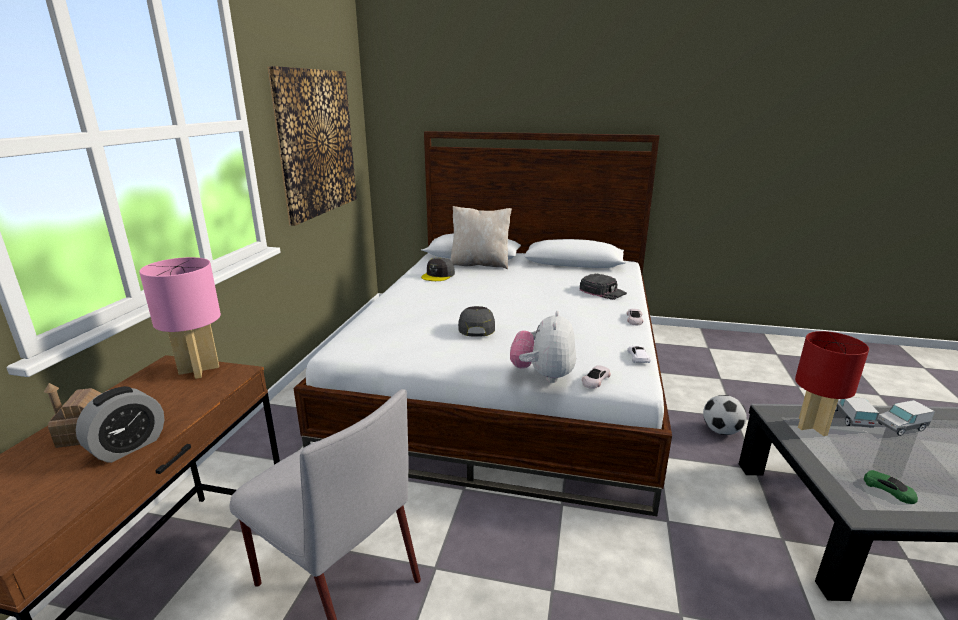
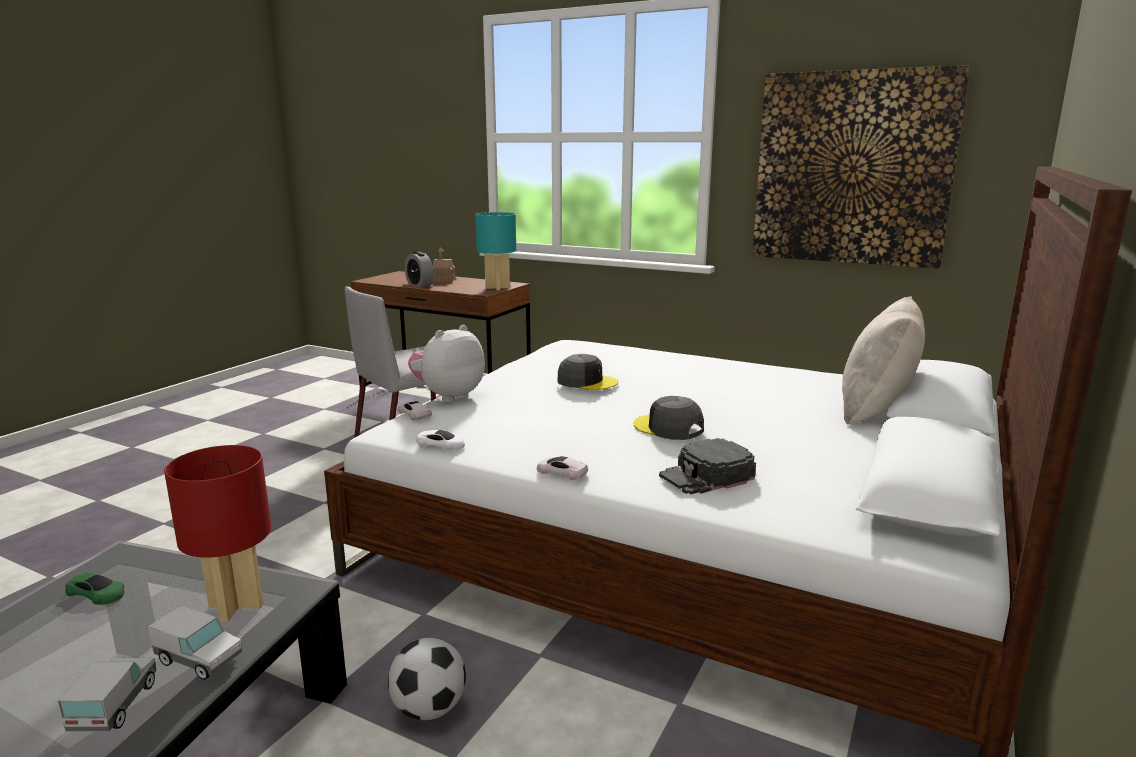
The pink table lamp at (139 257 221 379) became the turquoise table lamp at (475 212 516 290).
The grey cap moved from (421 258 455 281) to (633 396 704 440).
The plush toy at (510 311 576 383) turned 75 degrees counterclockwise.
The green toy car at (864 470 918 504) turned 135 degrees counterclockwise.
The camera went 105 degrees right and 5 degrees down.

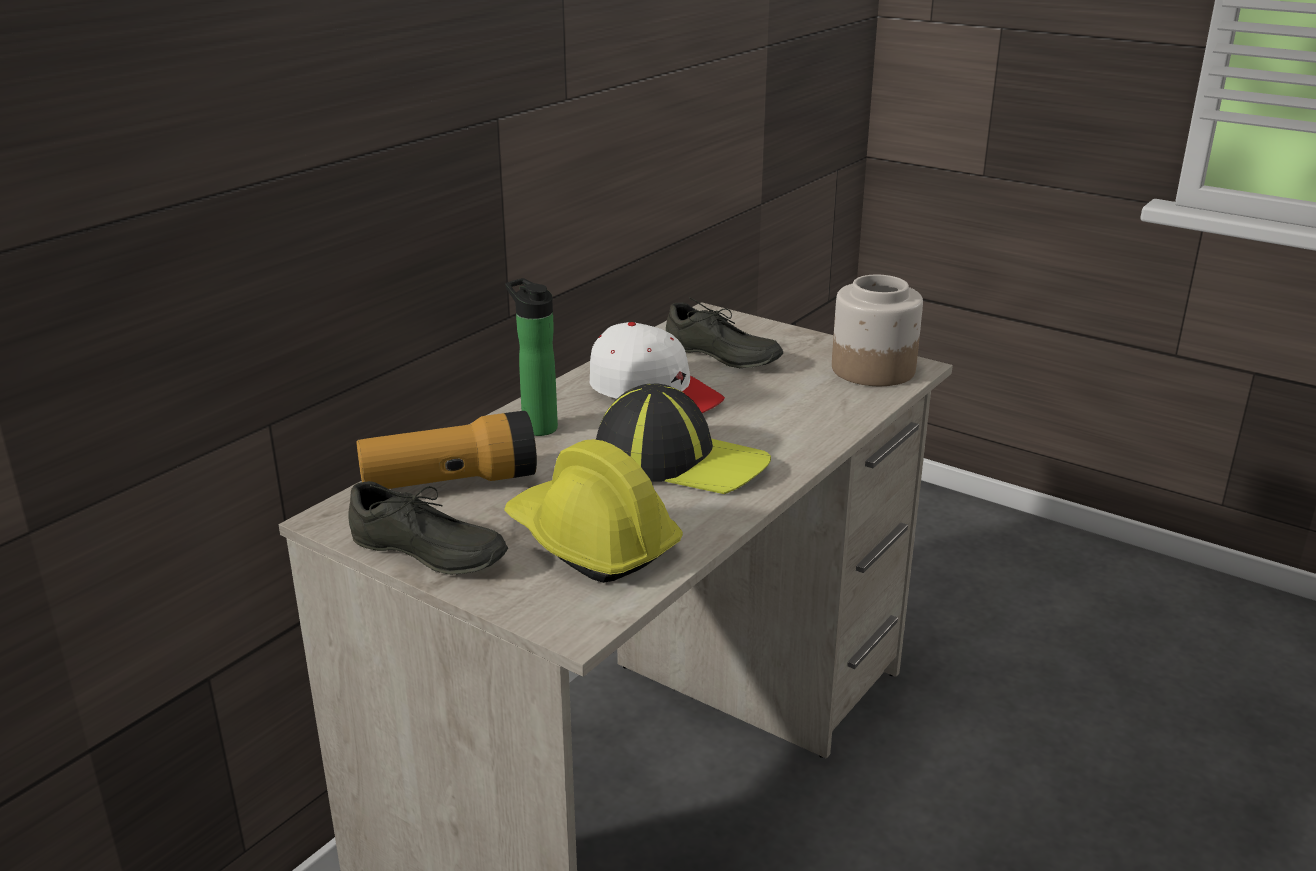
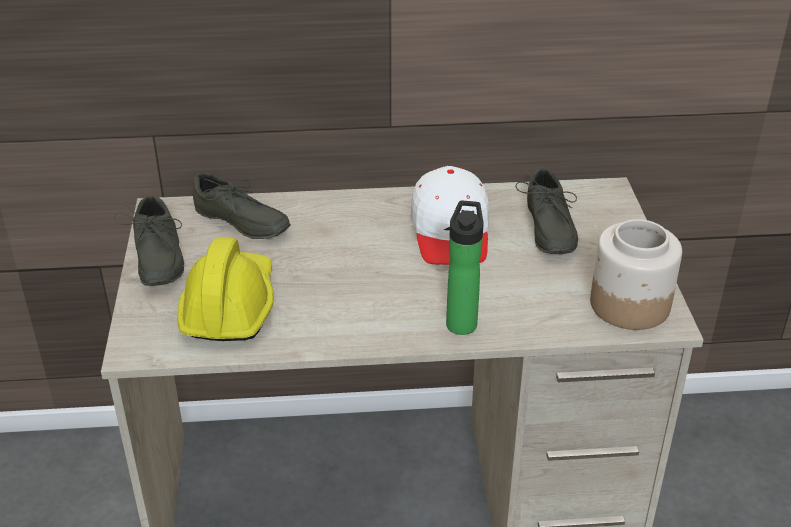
The flashlight at (357 411 537 489) was replaced by the grey shoe at (193 173 291 239).
The bottle moved from (505 278 558 436) to (446 201 484 335).
The cap at (596 383 771 494) disappeared.
The camera went 50 degrees right and 10 degrees up.

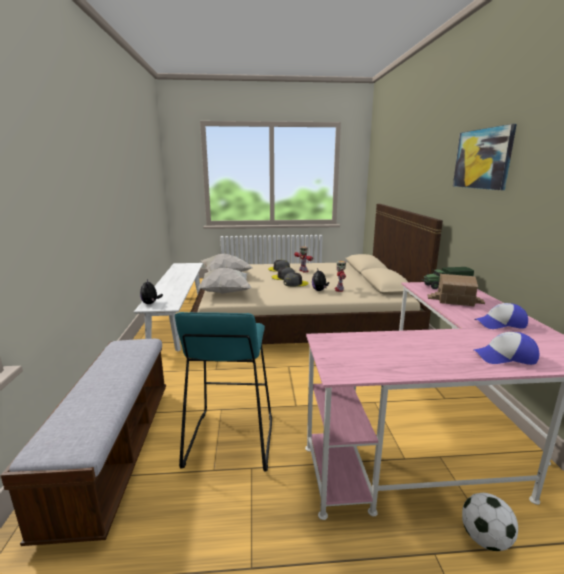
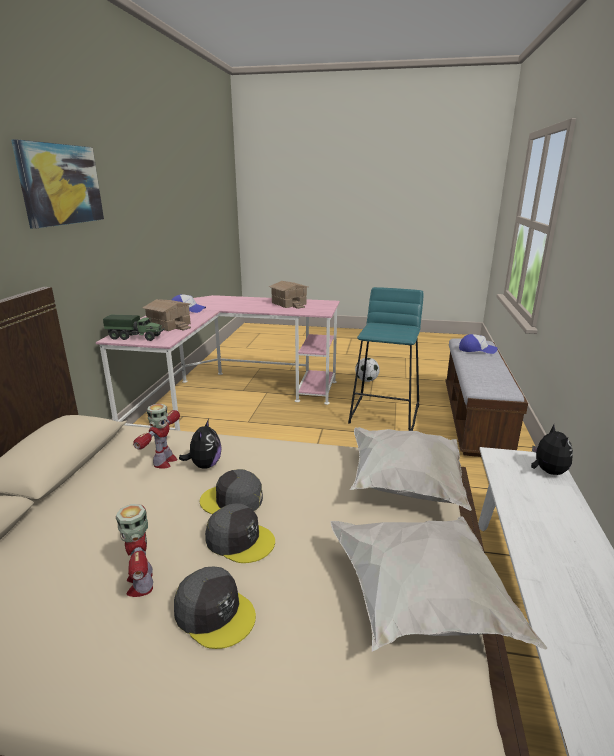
The football moved from (462 493 518 551) to (355 358 380 382).
The cap moved from (474 332 539 365) to (459 334 498 354).
The toy house at (269 281 308 309) appeared.
The camera went 165 degrees left and 5 degrees up.

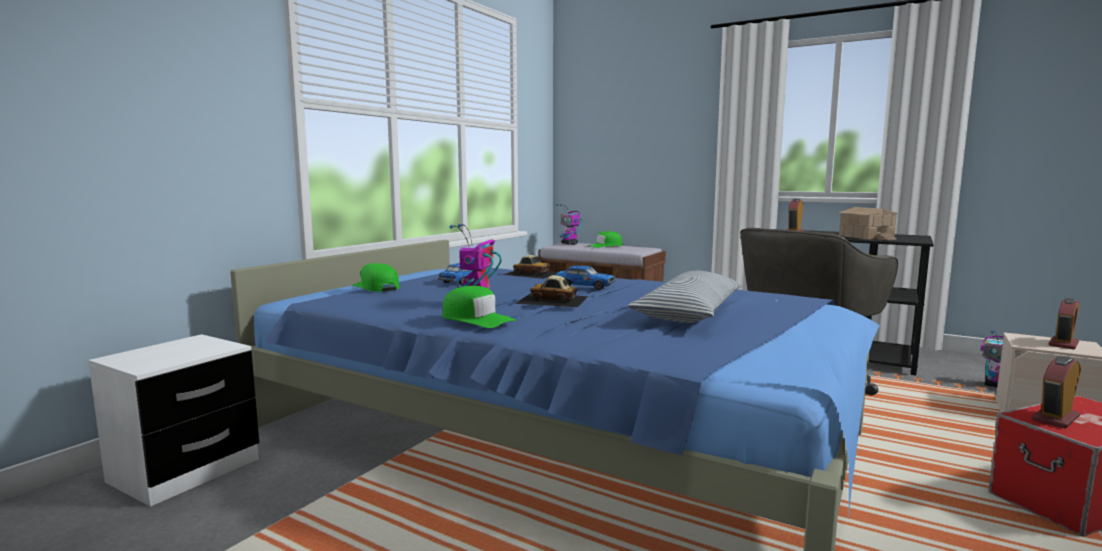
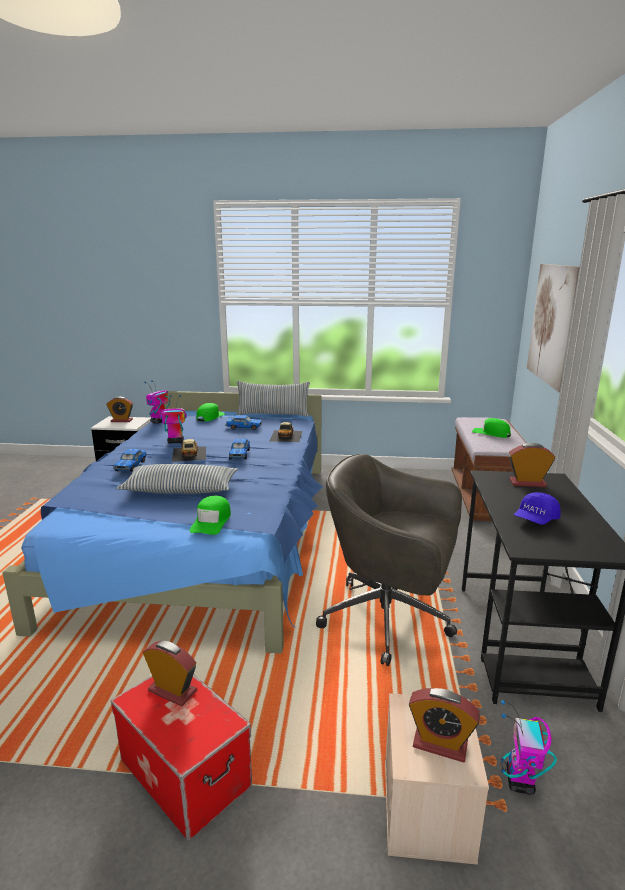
The green cap moved from (442 286 516 328) to (190 496 231 535).
The toy robot moved from (556 204 583 245) to (144 380 170 424).
The toy house at (838 207 899 240) was replaced by the blue cap at (514 492 561 525).
The alarm clock at (106 396 133 422) appeared.
The toy car at (113 449 147 472) appeared.
The pillow at (236 381 310 417) appeared.
The picture at (527 264 580 393) appeared.
The camera went 65 degrees right and 10 degrees up.

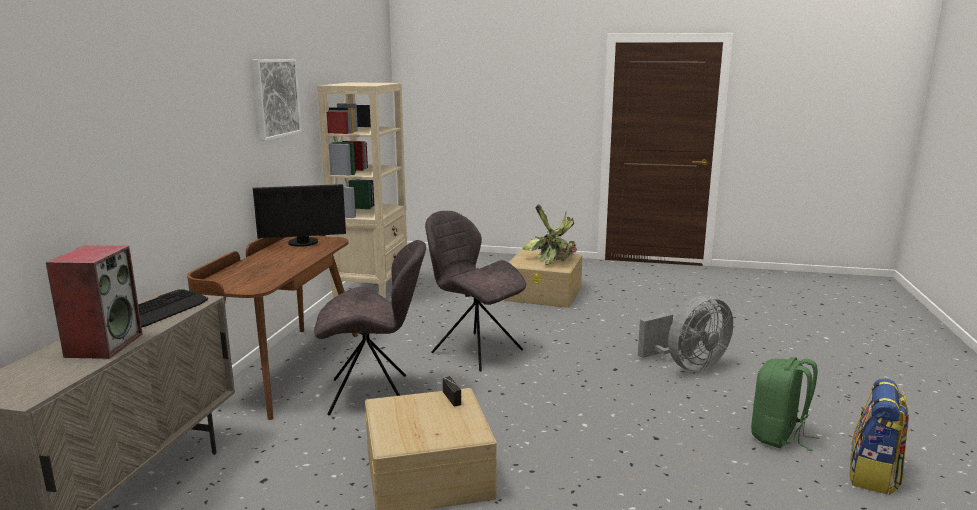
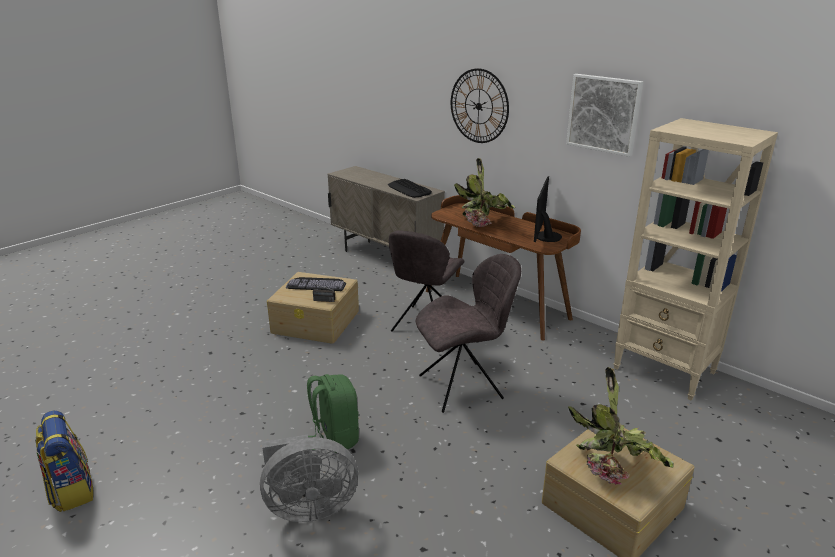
The speaker at (46 245 143 359) disappeared.
The grey fan at (638 295 733 371) turned 105 degrees counterclockwise.
The green backpack moved from (751 357 819 451) to (307 374 359 453).
The keyboard at (286 277 346 291) appeared.
The wall clock at (451 68 509 143) appeared.
The potted plant at (454 158 515 227) appeared.
The camera went 120 degrees right and 10 degrees up.

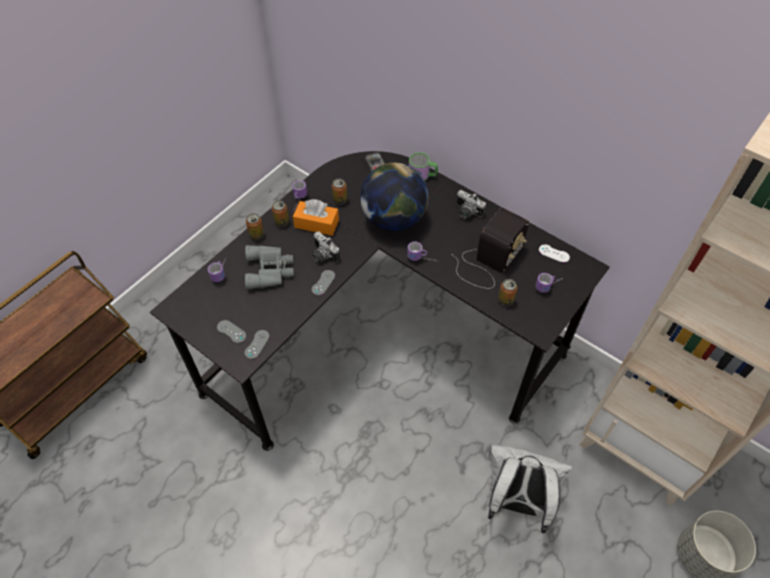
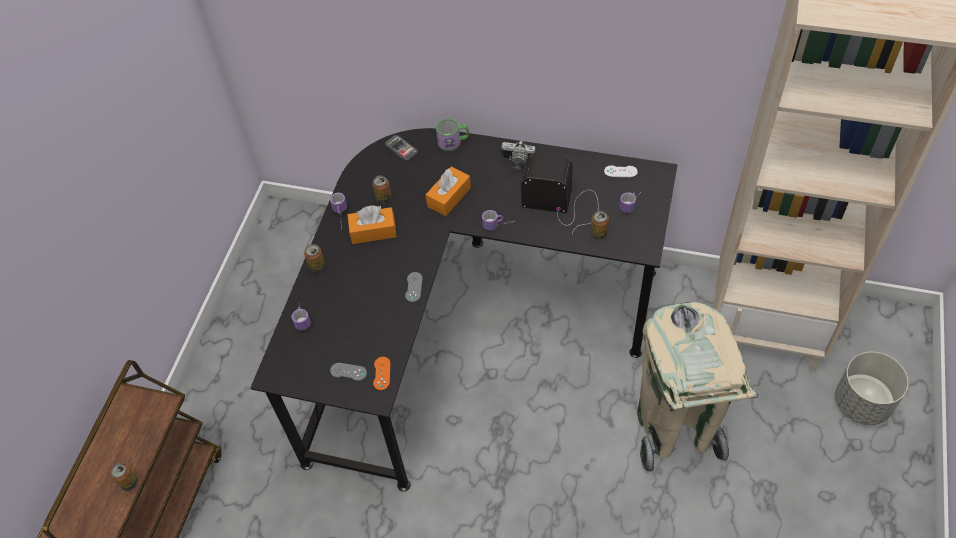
The grey binoculars at (245 245 294 289) disappeared.
The grey game controller at (245 330 269 359) became the orange game controller at (373 357 390 390).
The can moved from (272 200 289 227) to (111 463 138 491).
The photo camera at (312 231 340 263) disappeared.
The globe at (360 163 428 231) was replaced by the orange tissue box at (426 167 471 216).
The radio at (451 207 529 289) turned 90 degrees counterclockwise.
The white backpack at (488 445 572 533) was replaced by the beige trash can at (637 302 759 473).
The camera went 20 degrees left and 0 degrees up.

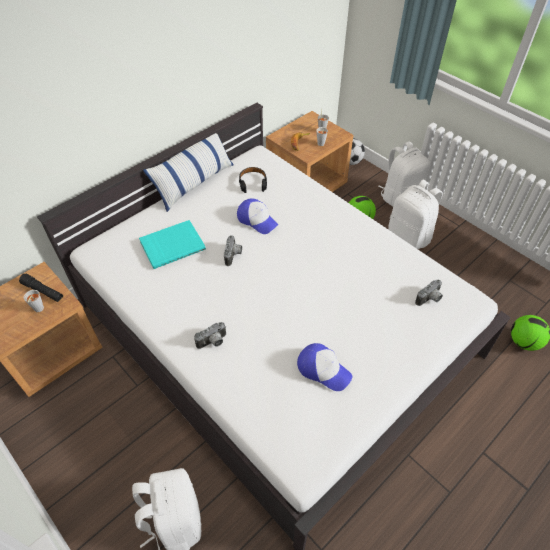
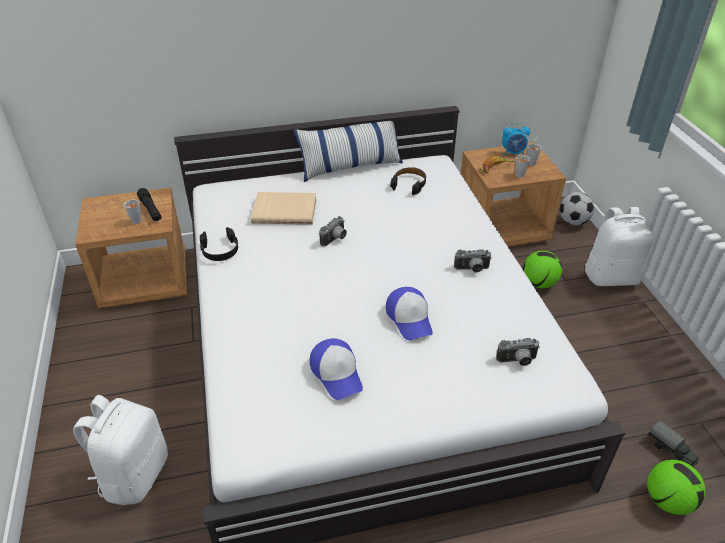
The turquoise book at (139 220 206 269) became the beige book at (251 192 316 225).
The photo camera moved from (194 322 226 349) to (454 249 492 273).
The cap moved from (237 198 278 234) to (386 287 433 340).
The white backpack at (388 180 443 249) disappeared.
The black headphones at (200 227 238 261) appeared.
The alarm clock at (502 122 530 156) appeared.
The toy truck at (649 421 699 467) appeared.
The camera went 30 degrees right and 10 degrees down.

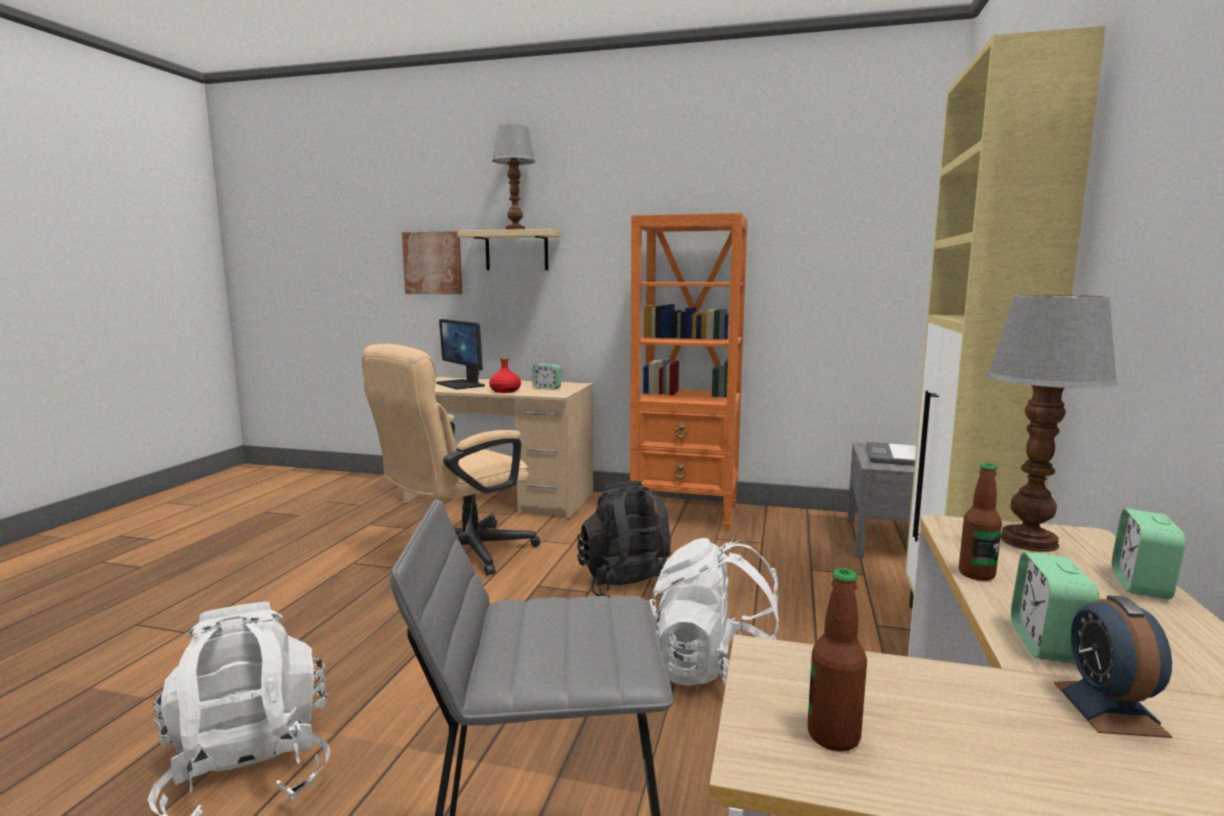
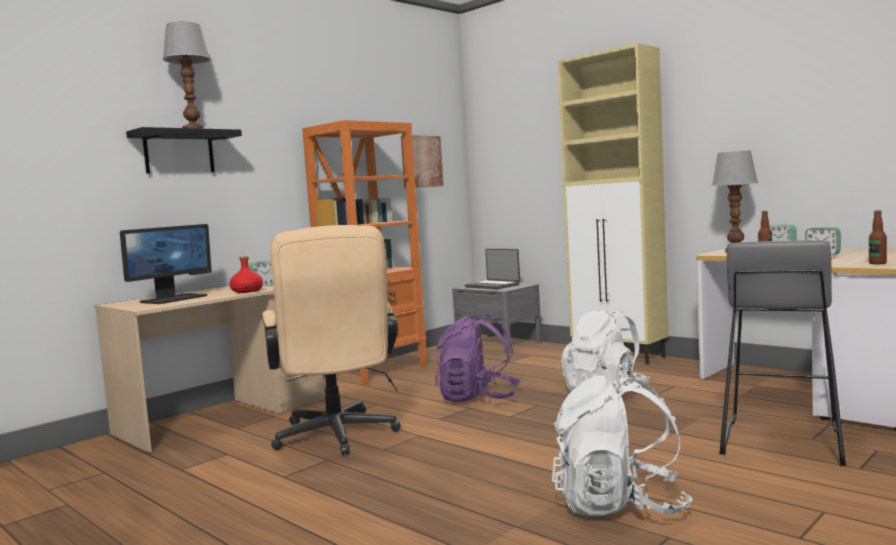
The picture moved from (402 231 462 294) to (401 136 444 188).
The monitor at (436 319 485 389) turned 45 degrees counterclockwise.
The beige shelf at (458 229 561 270) became the black shelf at (126 127 242 174).
The black backpack at (577 481 671 598) became the purple backpack at (435 315 521 402).
The alarm clock at (1054 595 1172 738) disappeared.
The camera went 60 degrees left and 5 degrees down.

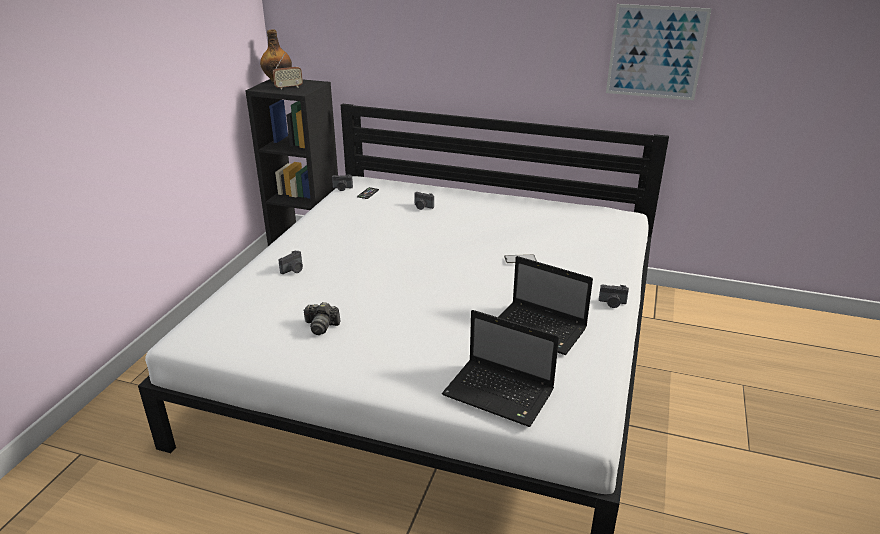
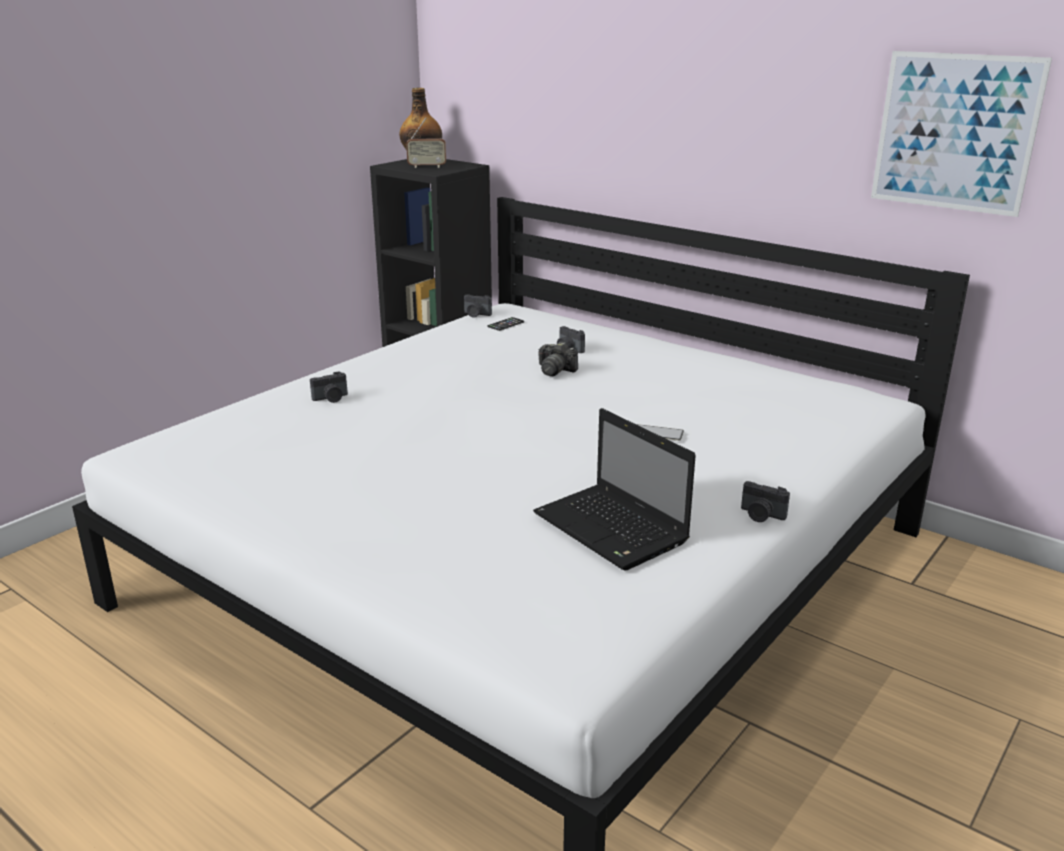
The photo camera moved from (303 302 341 335) to (538 342 578 376).
The laptop at (442 310 559 427) disappeared.
The camera went 20 degrees right and 5 degrees down.

